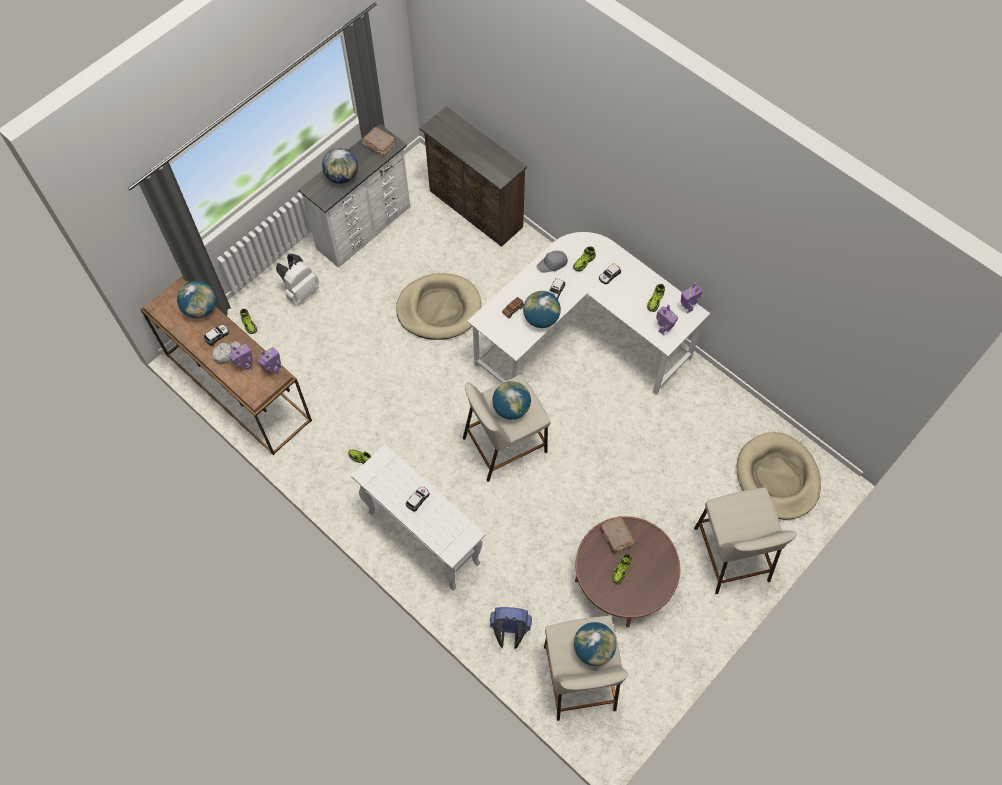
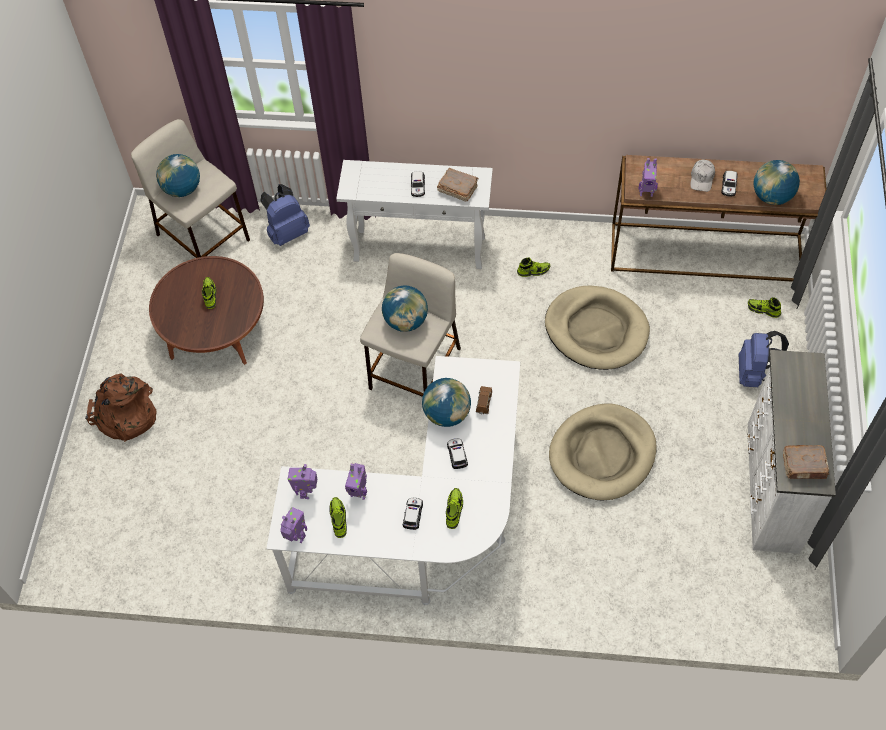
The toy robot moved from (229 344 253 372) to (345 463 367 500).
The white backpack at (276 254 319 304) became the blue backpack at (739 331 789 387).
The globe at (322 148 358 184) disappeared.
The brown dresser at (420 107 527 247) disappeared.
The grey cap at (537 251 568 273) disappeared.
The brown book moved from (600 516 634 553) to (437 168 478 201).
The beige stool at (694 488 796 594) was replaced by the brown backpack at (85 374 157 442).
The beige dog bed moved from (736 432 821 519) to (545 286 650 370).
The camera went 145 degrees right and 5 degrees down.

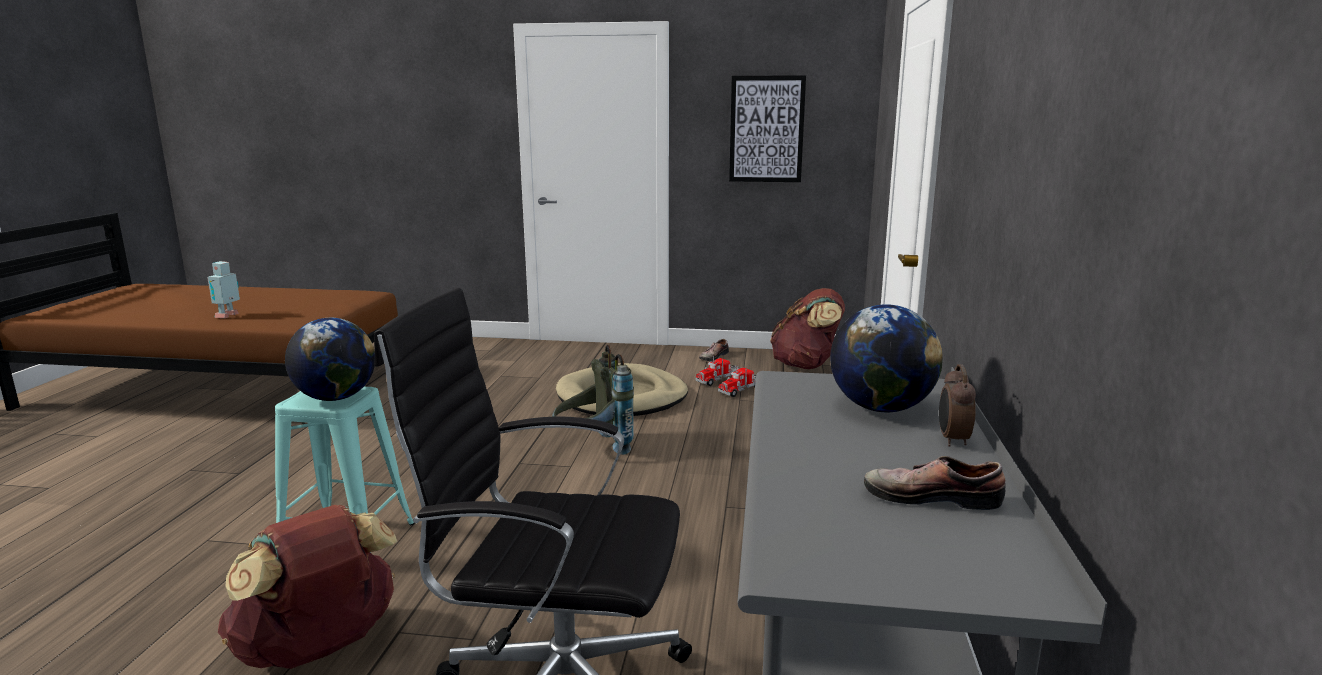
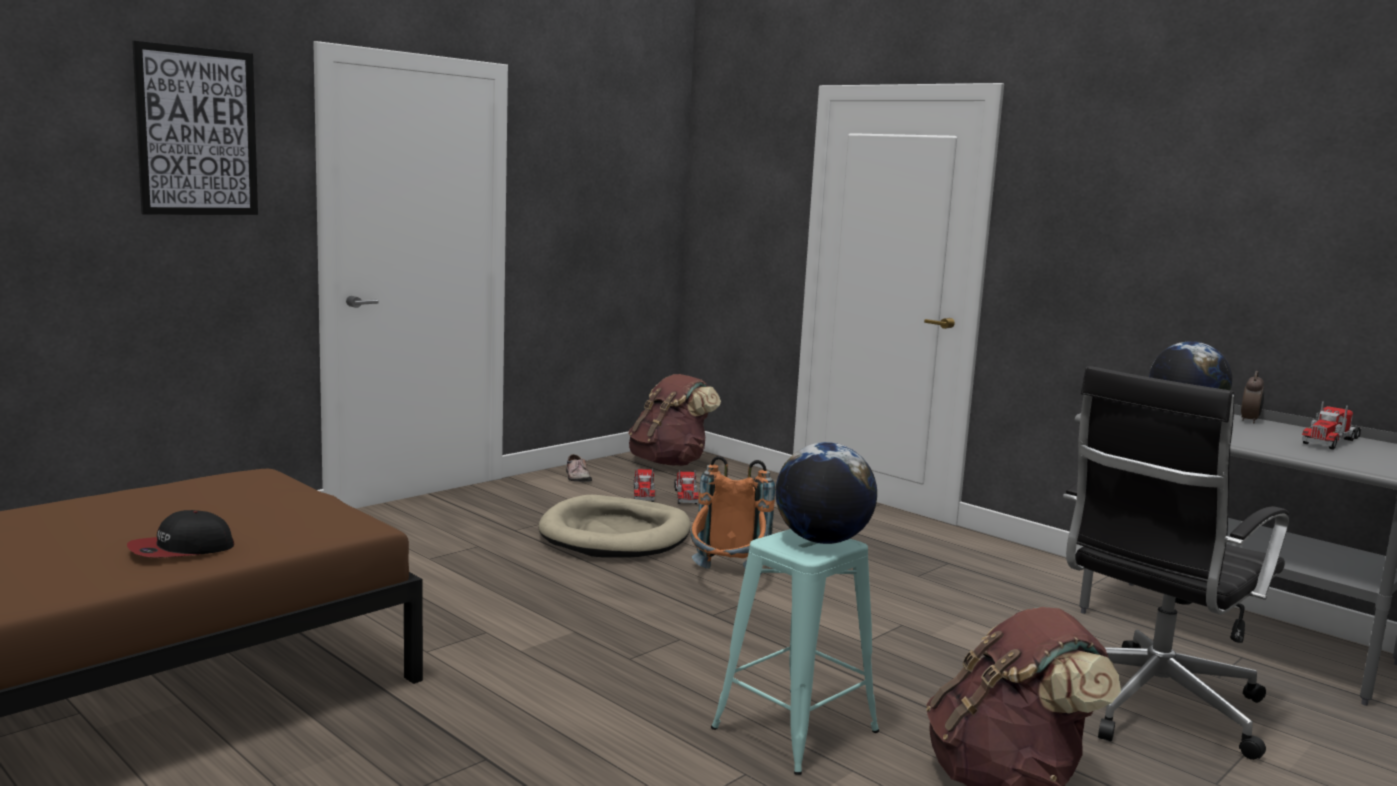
The toy robot at (207 261 240 318) was replaced by the cap at (127 510 234 557).
The grey backpack at (552 345 634 455) became the orange backpack at (691 456 775 575).
The picture moved from (729 75 806 182) to (132 41 258 215).
The shoe at (864 456 1005 510) was replaced by the toy truck at (1302 401 1362 450).
The alarm clock at (939 364 976 447) turned 105 degrees counterclockwise.
The camera went 55 degrees left and 5 degrees down.

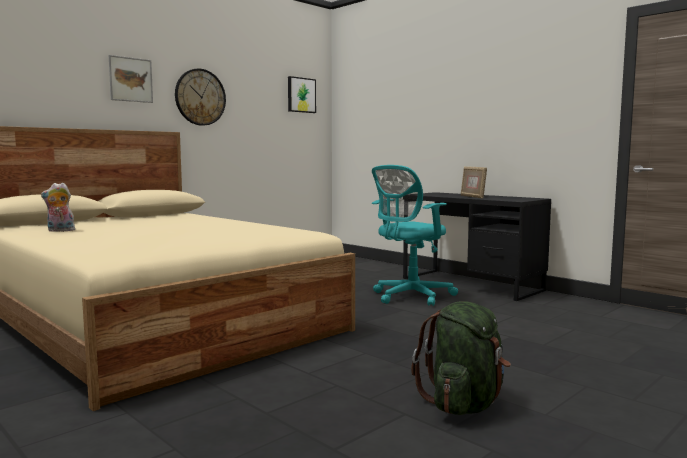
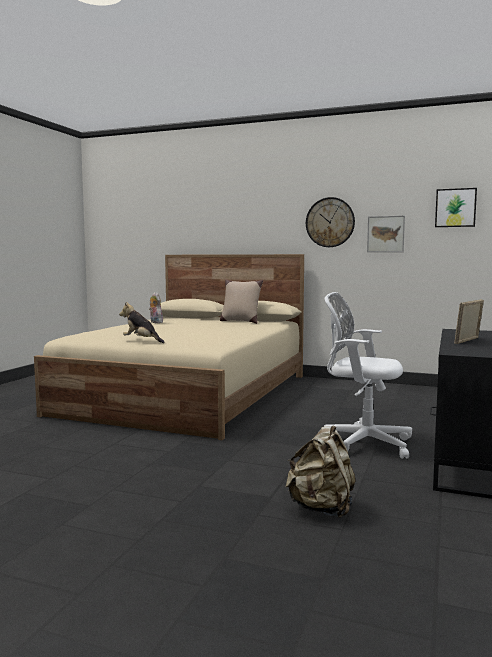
The picture moved from (109 55 153 103) to (367 216 405 252).
The turquoise office chair at (372 165 458 306) became the white office chair at (319 292 412 459).
The green backpack at (411 301 511 415) disappeared.
The plush toy at (119 302 165 343) appeared.
The beige pillow at (220 279 263 324) appeared.
The beige backpack at (286 425 356 518) appeared.
The camera went 65 degrees right and 0 degrees up.

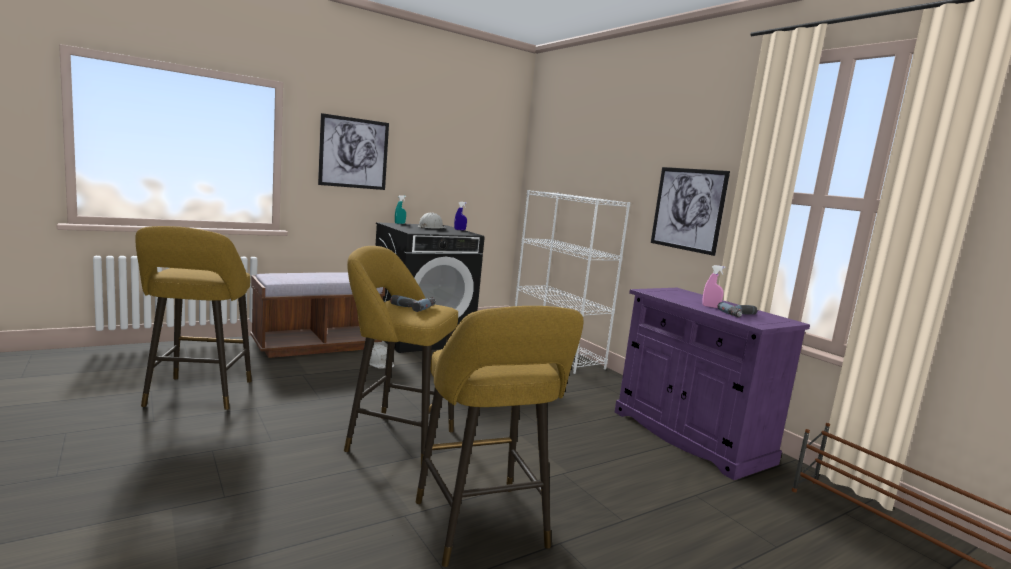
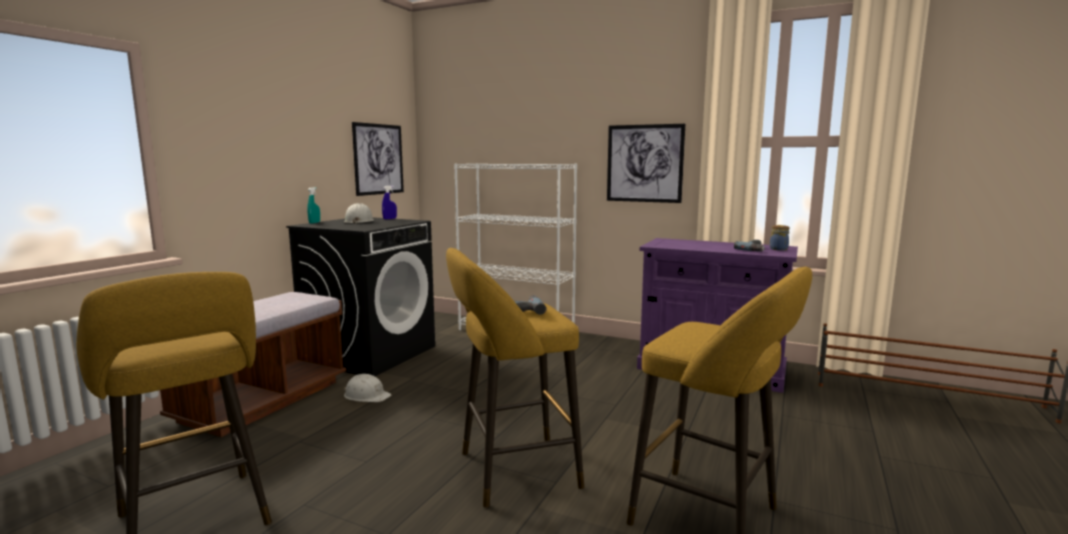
The picture moved from (318 113 389 190) to (352 122 404 196).
The pink spray bottle at (702 265 726 308) disappeared.
The jar at (770 225 790 251) appeared.
The camera went 30 degrees left and 0 degrees up.

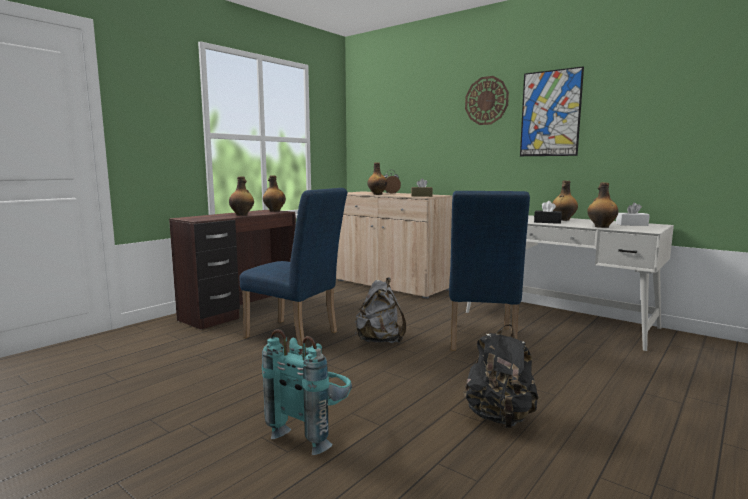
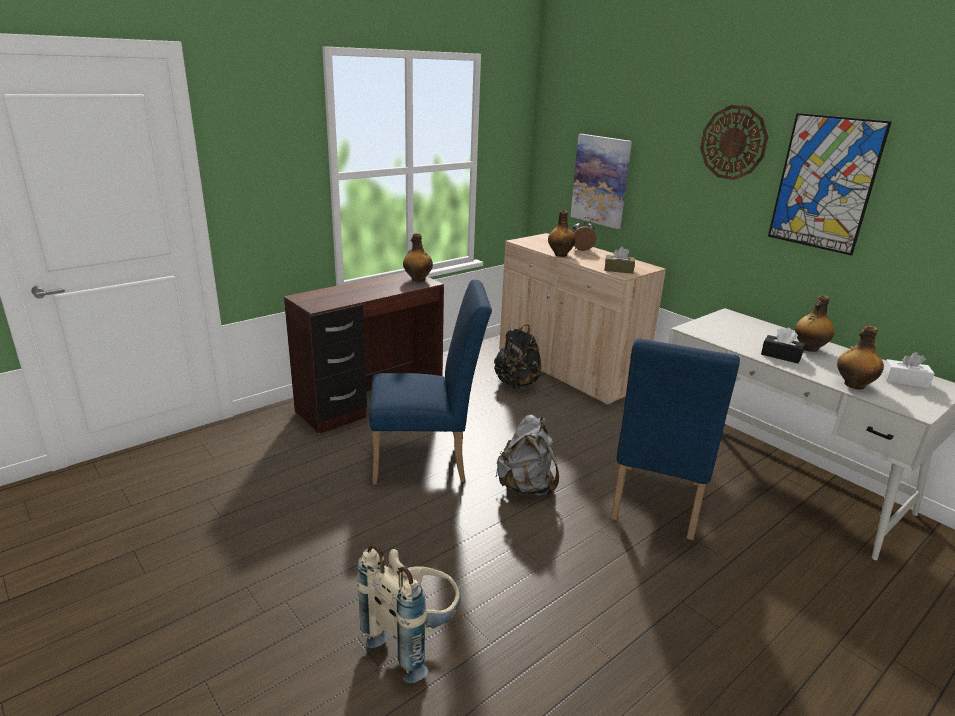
The bottle at (229 176 254 216) disappeared.
The blue chair at (240 188 347 346) turned 45 degrees counterclockwise.
The turquoise backpack at (262 329 352 455) became the beige backpack at (356 544 461 683).
The black backpack moved from (463 324 539 428) to (494 325 541 389).
The picture at (570 134 632 229) appeared.
The camera went 10 degrees right and 15 degrees up.

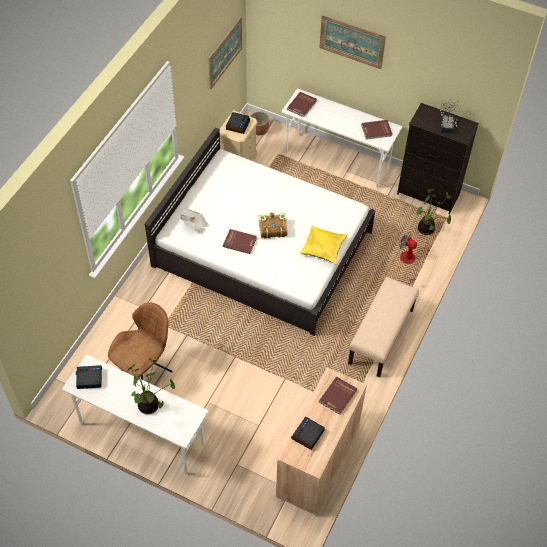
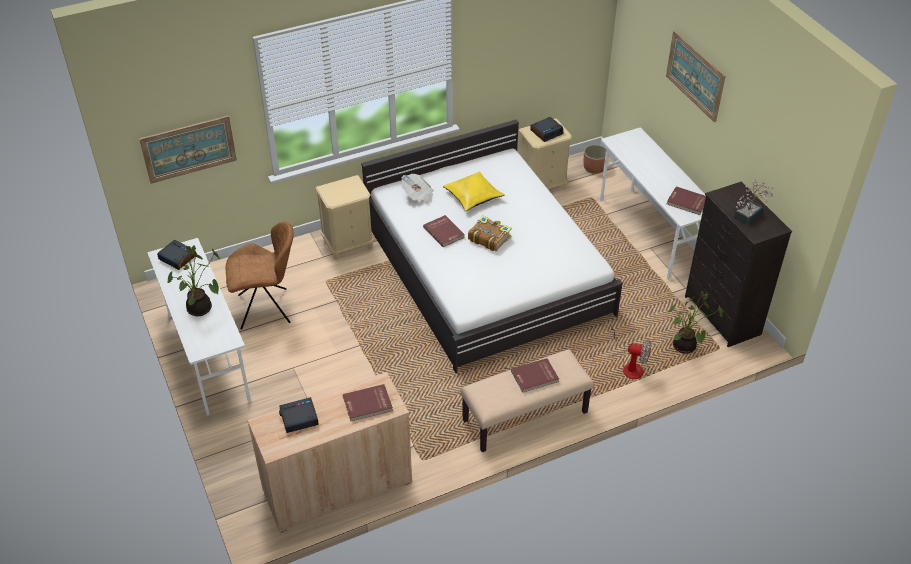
The picture moved from (208 17 242 89) to (139 116 237 184).
The red book moved from (287 92 317 117) to (511 358 559 393).
The yellow pillow moved from (300 226 348 264) to (443 171 505 211).
The fan at (399 232 417 284) turned 120 degrees clockwise.
The beige nightstand at (315 175 374 260) appeared.
The camera went 40 degrees right and 10 degrees down.

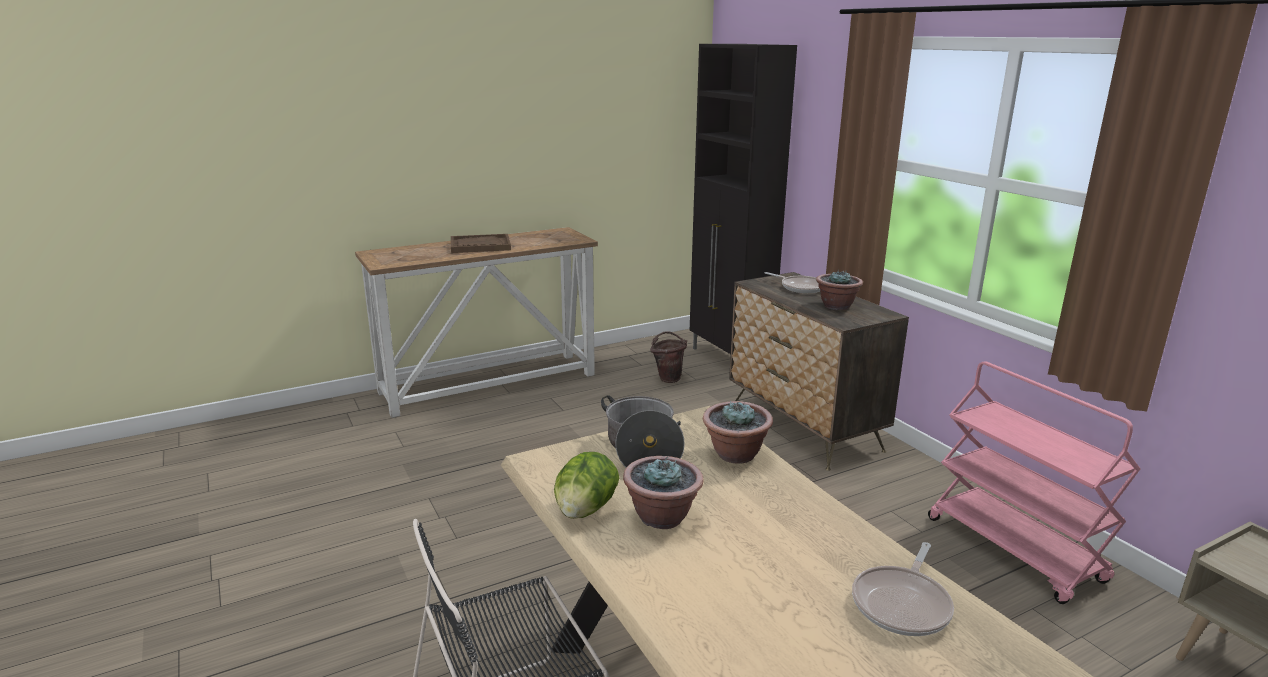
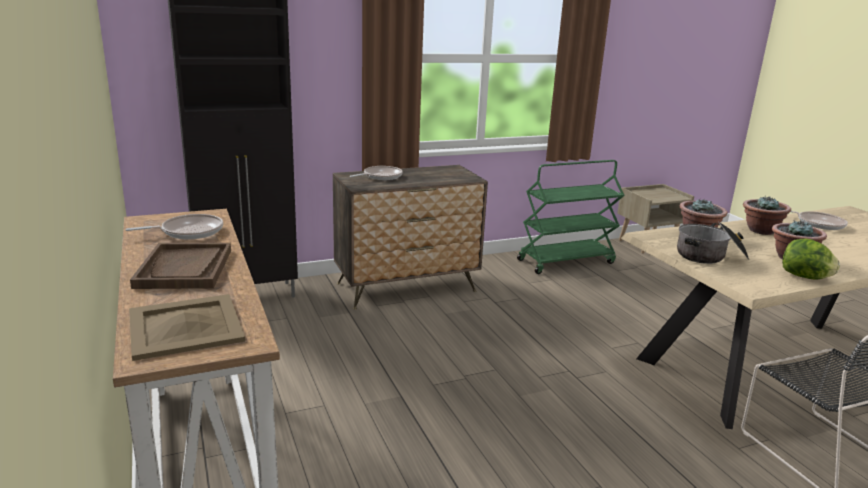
The brown bucket at (650 331 687 383) disappeared.
The potted plant moved from (816 269 863 310) to (743 197 791 235).
The pink cart at (928 361 1141 604) became the green cart at (517 160 625 274).
The frying pan at (125 214 223 239) appeared.
The beige tray at (129 294 245 361) appeared.
The camera went 85 degrees left and 0 degrees up.

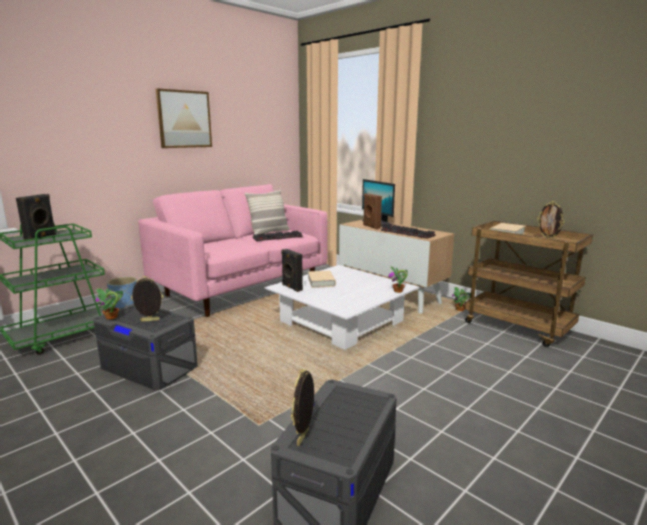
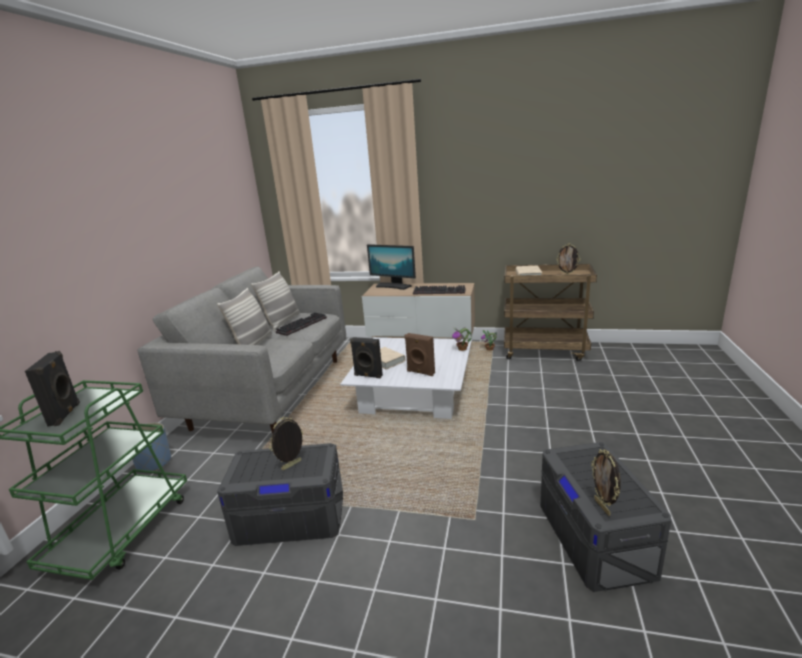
The potted plant at (95 288 123 320) disappeared.
The pink sofa at (138 184 327 317) became the grey sofa at (137 266 346 434).
The picture at (156 88 212 148) disappeared.
The brown speaker moved from (363 193 382 229) to (404 333 435 376).
The pillow at (217 288 272 345) appeared.
The camera went 30 degrees left and 5 degrees up.

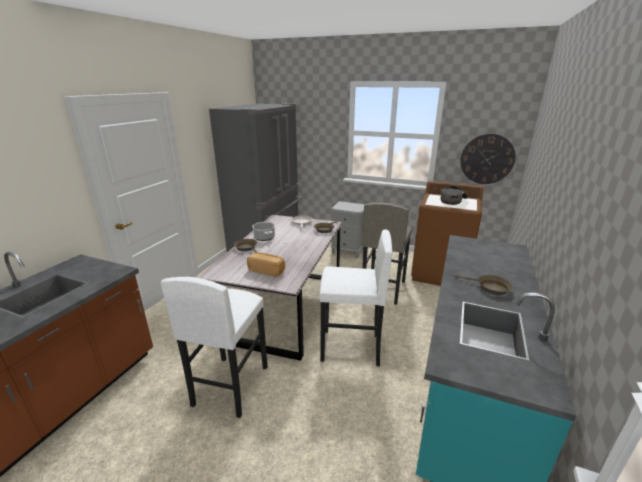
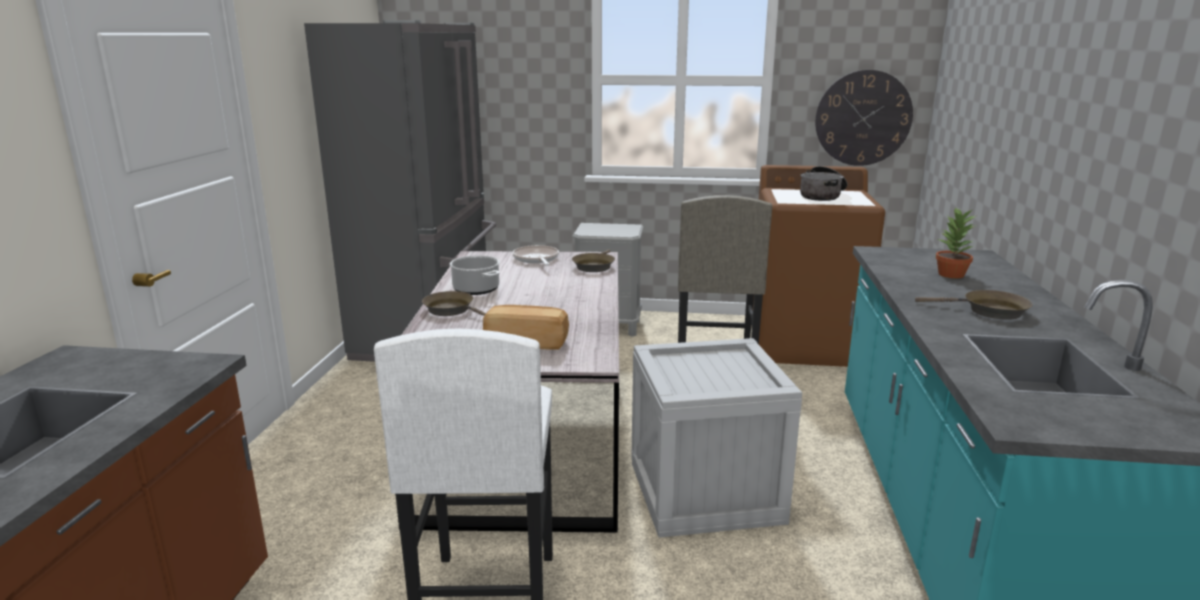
The white stool at (319 229 392 366) was replaced by the crate at (631 338 802 538).
The potted plant at (936 208 976 278) appeared.
The camera went 15 degrees left and 5 degrees down.

